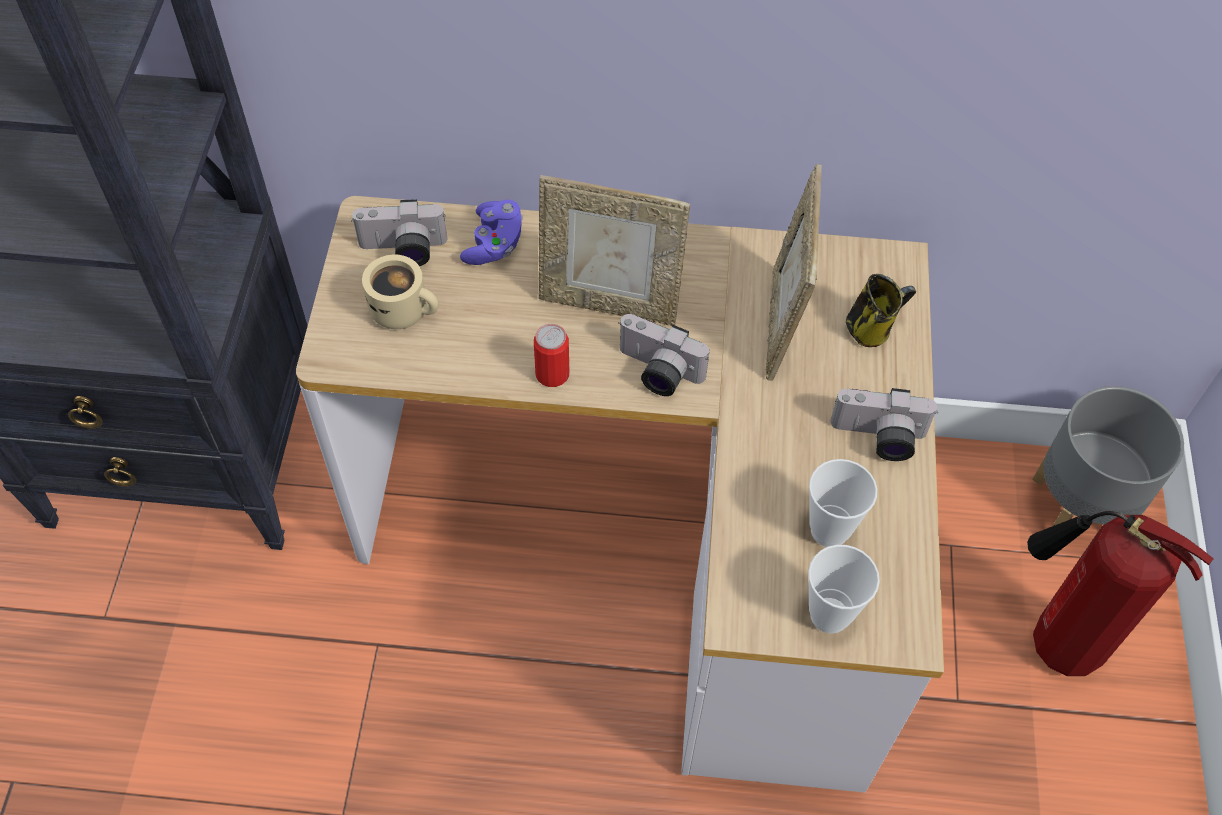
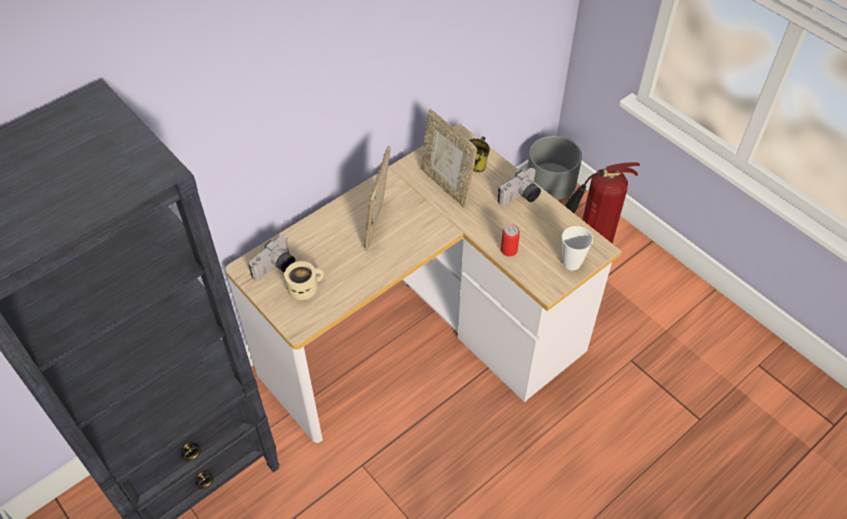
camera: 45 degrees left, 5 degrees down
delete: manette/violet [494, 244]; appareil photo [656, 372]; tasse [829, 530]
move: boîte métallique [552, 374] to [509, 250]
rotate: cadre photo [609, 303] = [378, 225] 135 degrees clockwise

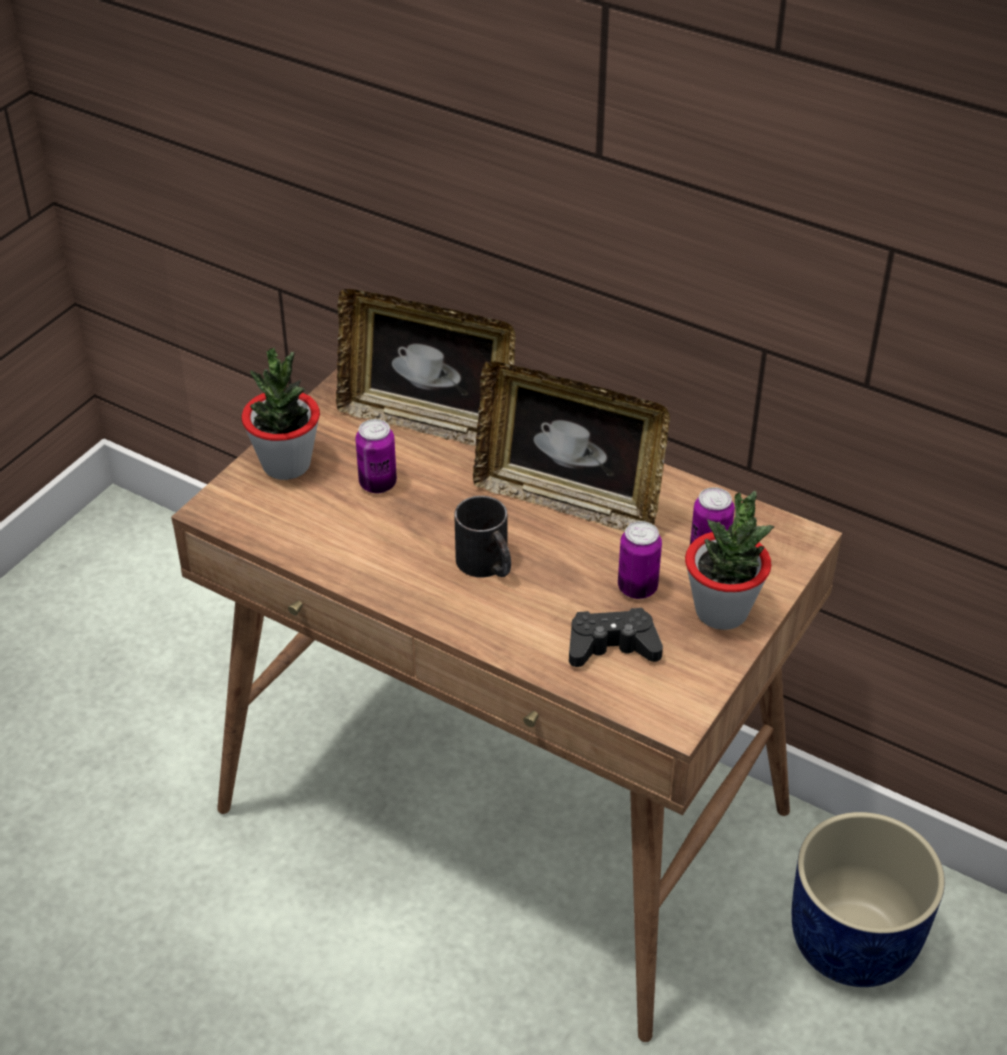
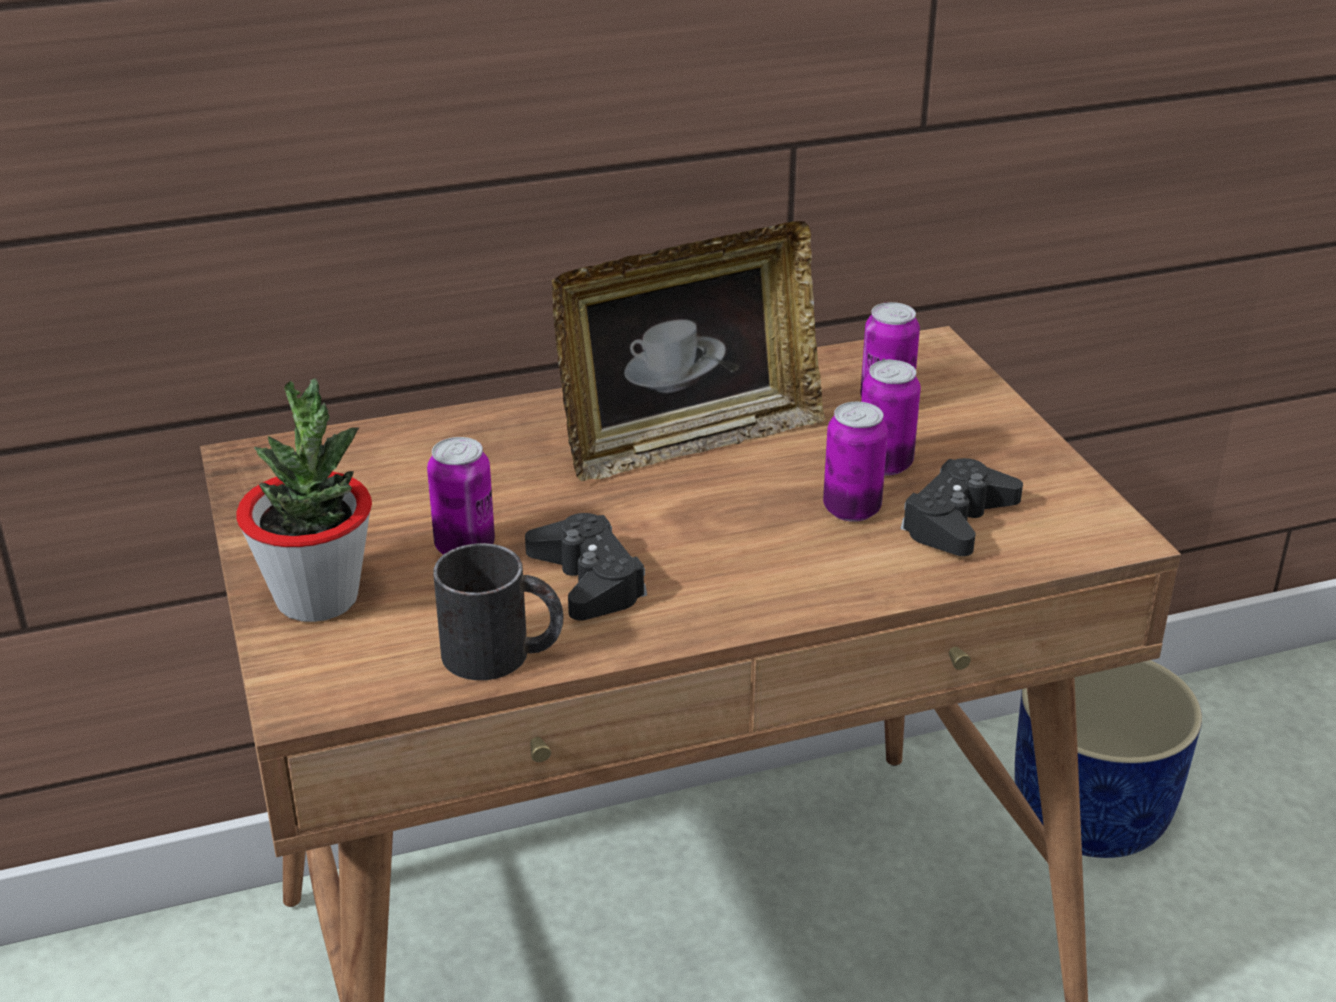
camera: 50 degrees left, 10 degrees down
delete: cadre photo [427, 422]; plante en pot [722, 611]
insert: manette/noir [588, 580]; boîte métallique [851, 509]
move: mug/noir [487, 565] to [503, 654]

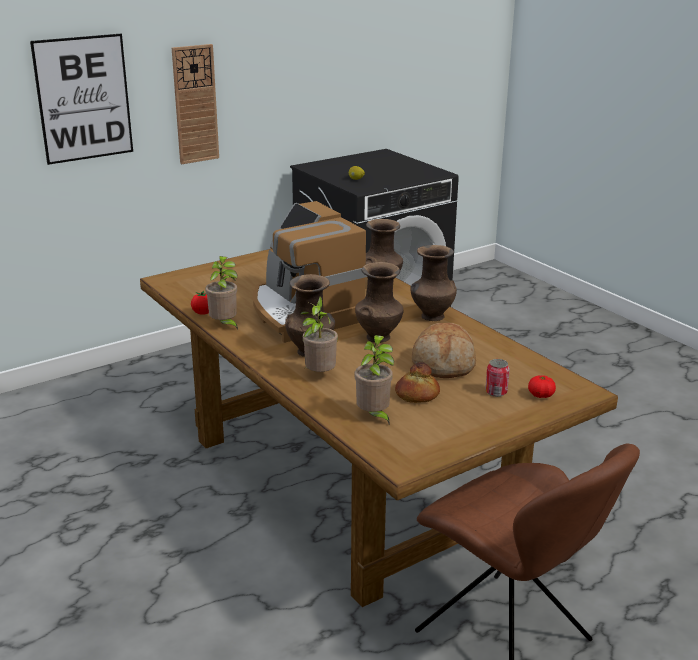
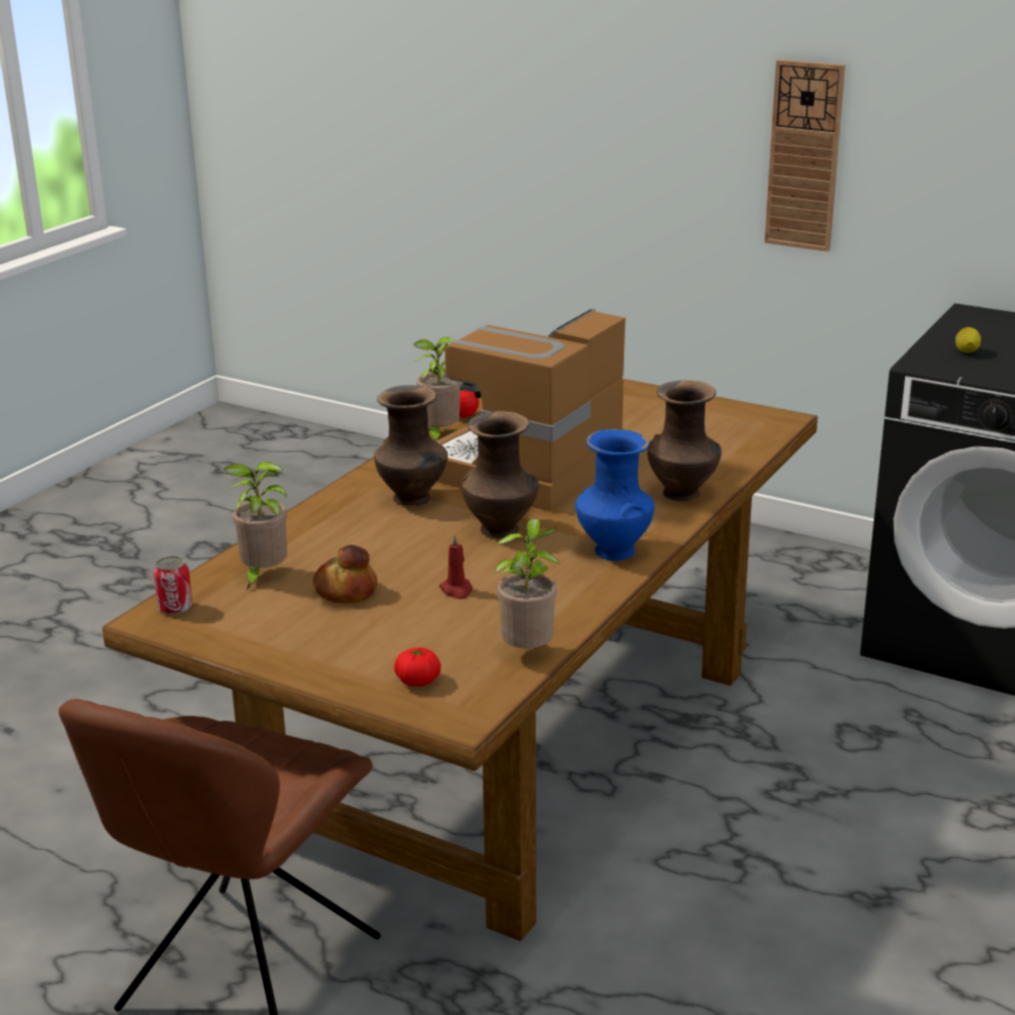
camera: 65 degrees right, 0 degrees up
delete: tableau [83, 98]
move: boîte métallique [496, 392] to [175, 608]; plante en pot [318, 375] to [529, 652]
replace: pain [443, 364] to bougie/rouge [457, 590]
recolor: vase/marron [431, 316] to vase/bleu [613, 551]

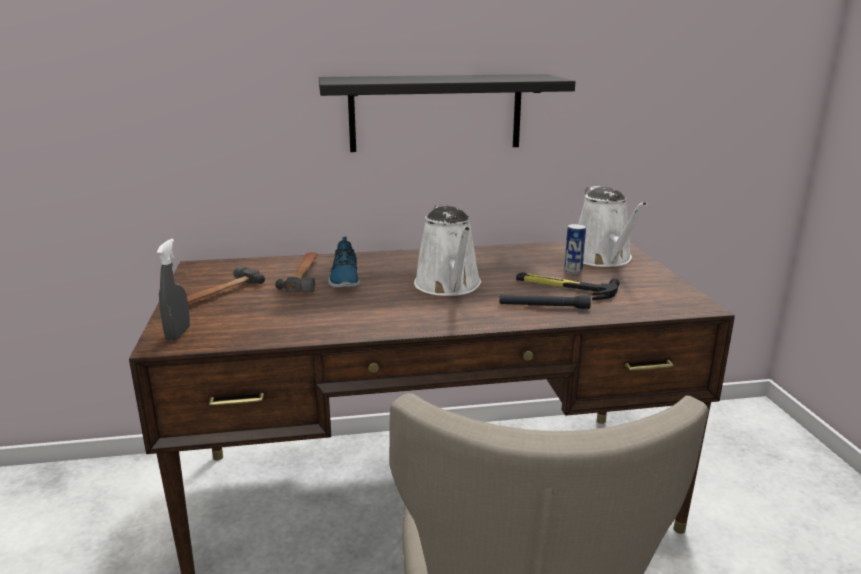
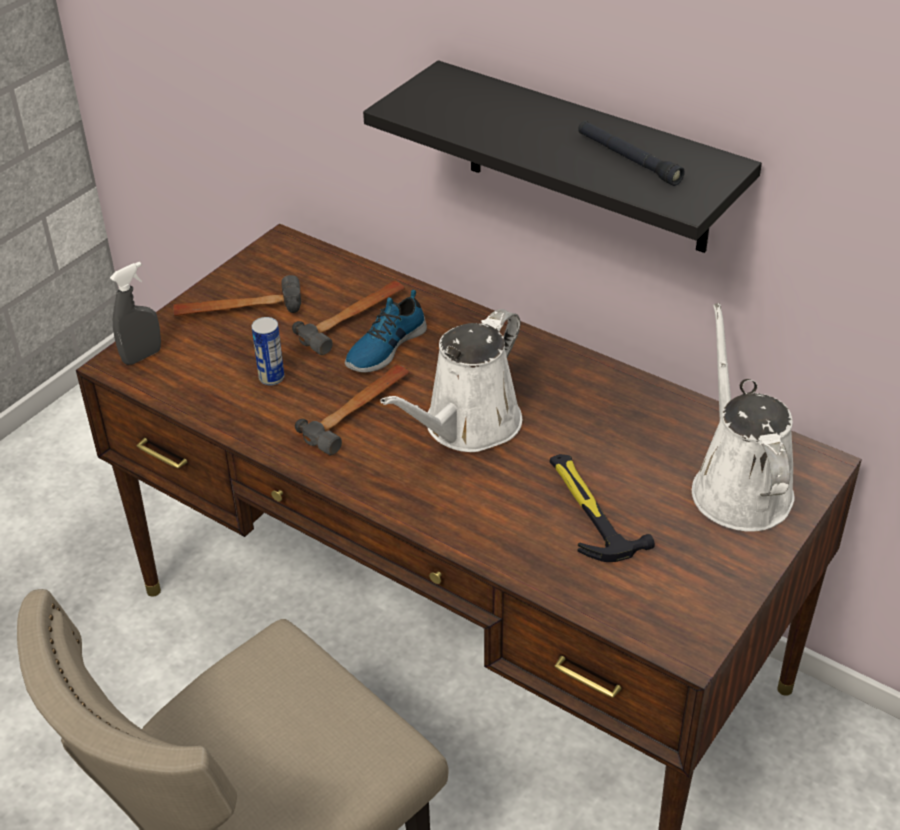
camera: 45 degrees right, 20 degrees up
insert: marteau [359, 411]
move: boîte métallique [573, 271] to [271, 378]; lampe de poche/noir [544, 307] to [628, 159]
rotate: arrosoir/blanc [603, 259] = [738, 486] 135 degrees clockwise

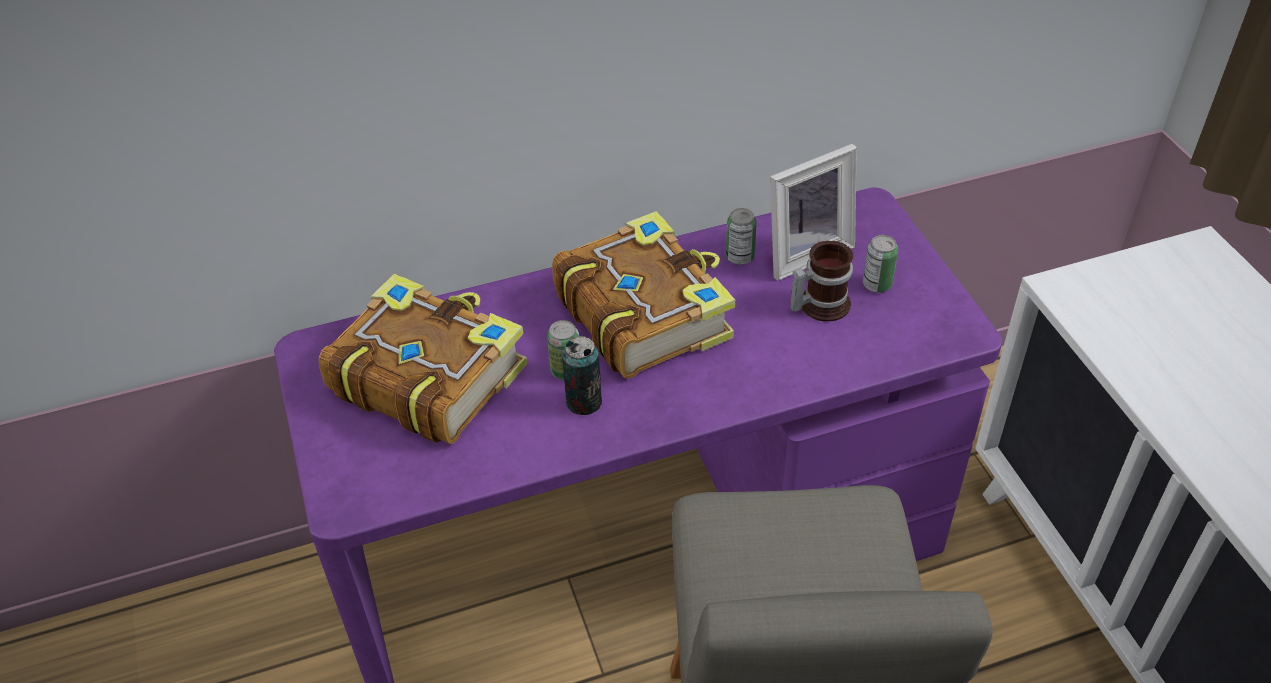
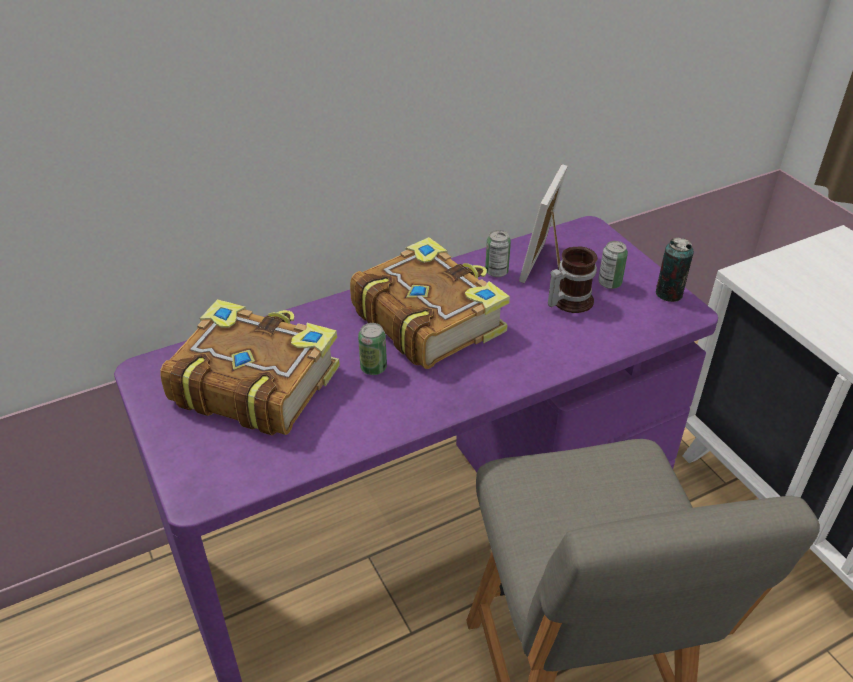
camera: 10 degrees left, 5 degrees down
move: boîte métallique [584, 402] to [669, 294]
rotate: cadre photo [804, 252] = [546, 264] 150 degrees clockwise

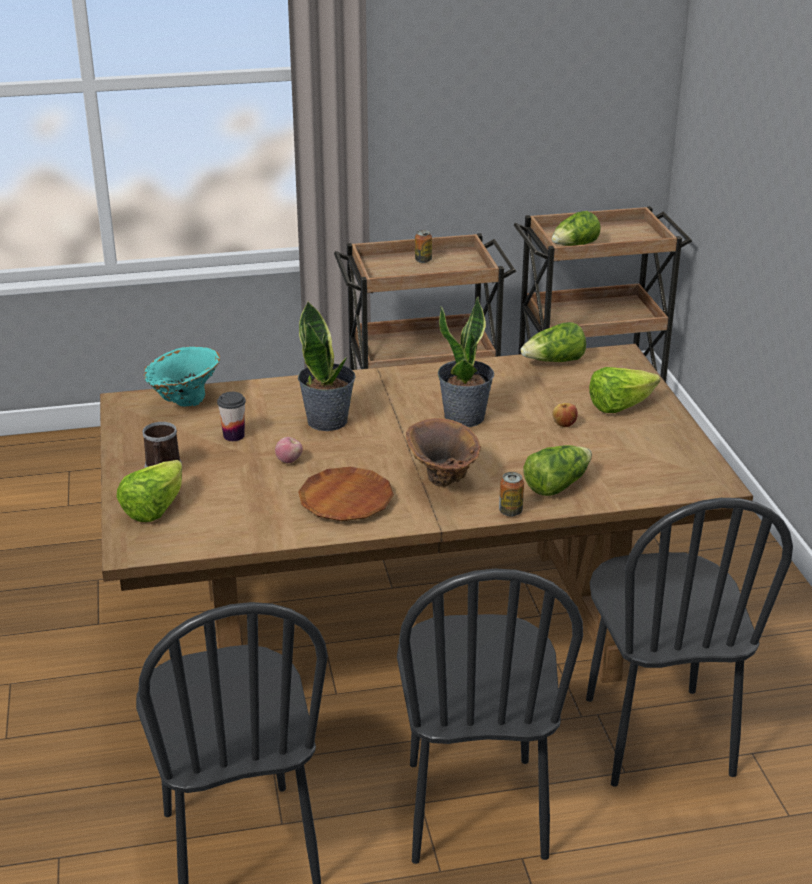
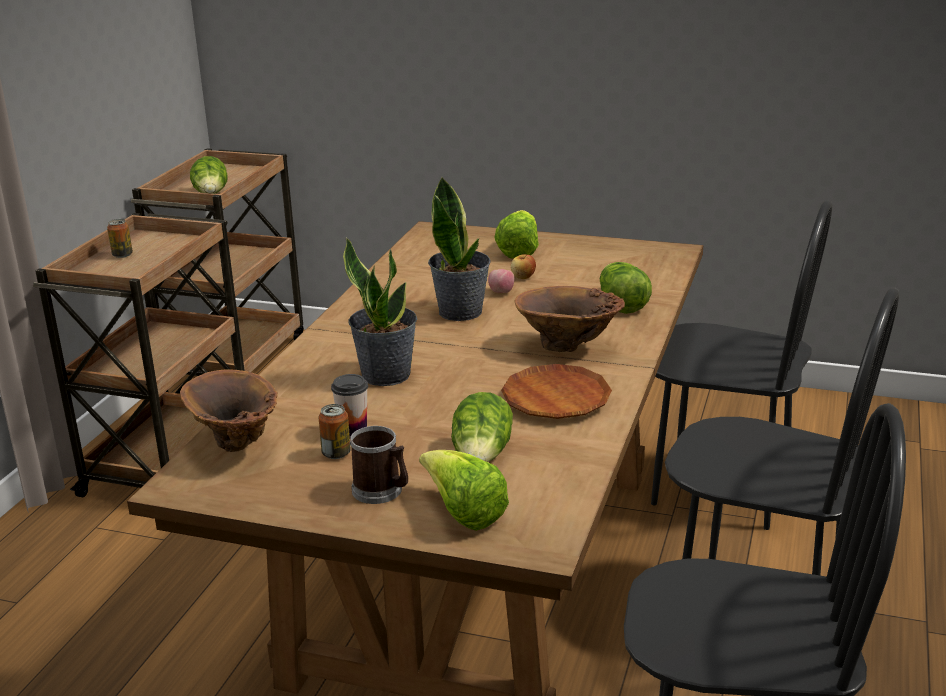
camera: 60 degrees left, 5 degrees down
move: boîte métallique [510, 511] to [336, 453]; laitue [554, 361] to [482, 456]; pomme [289, 461] to [501, 292]
recolor: vase/turquoise [184, 403] to vase/marron [235, 447]

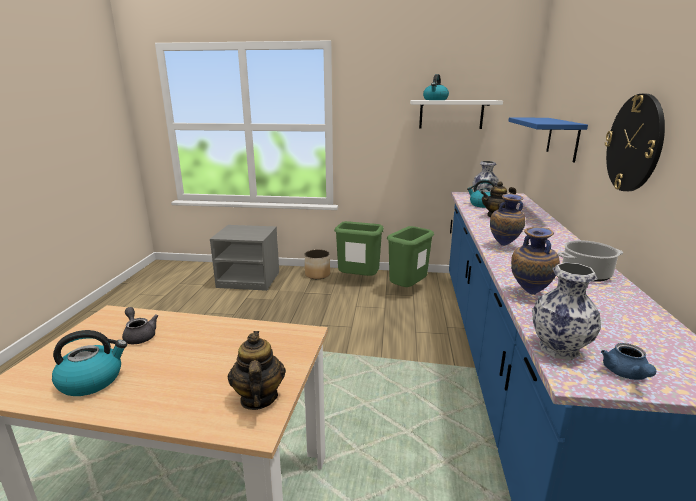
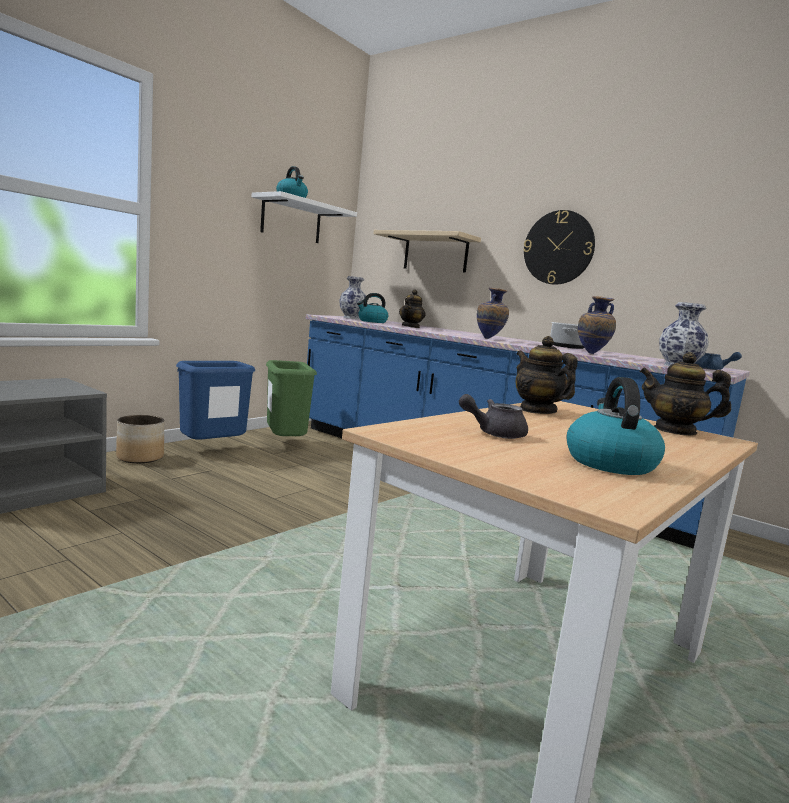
camera: 60 degrees left, 10 degrees down
insert: théière [537, 411]
recolor: poubelle/vert [358, 281] to poubelle/bleu [212, 451]; étagère/bleu [563, 138] to étagère/beige [435, 253]

